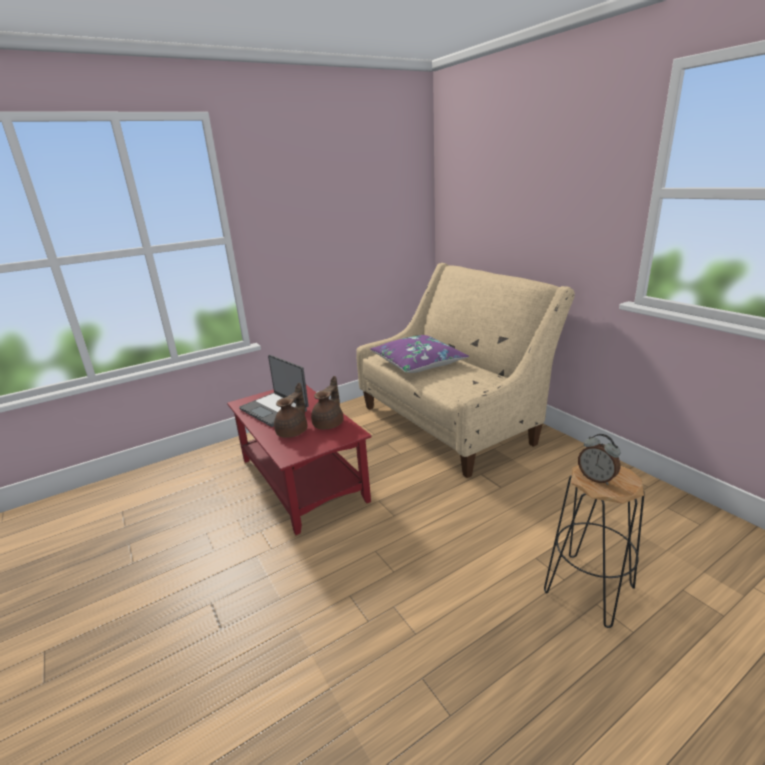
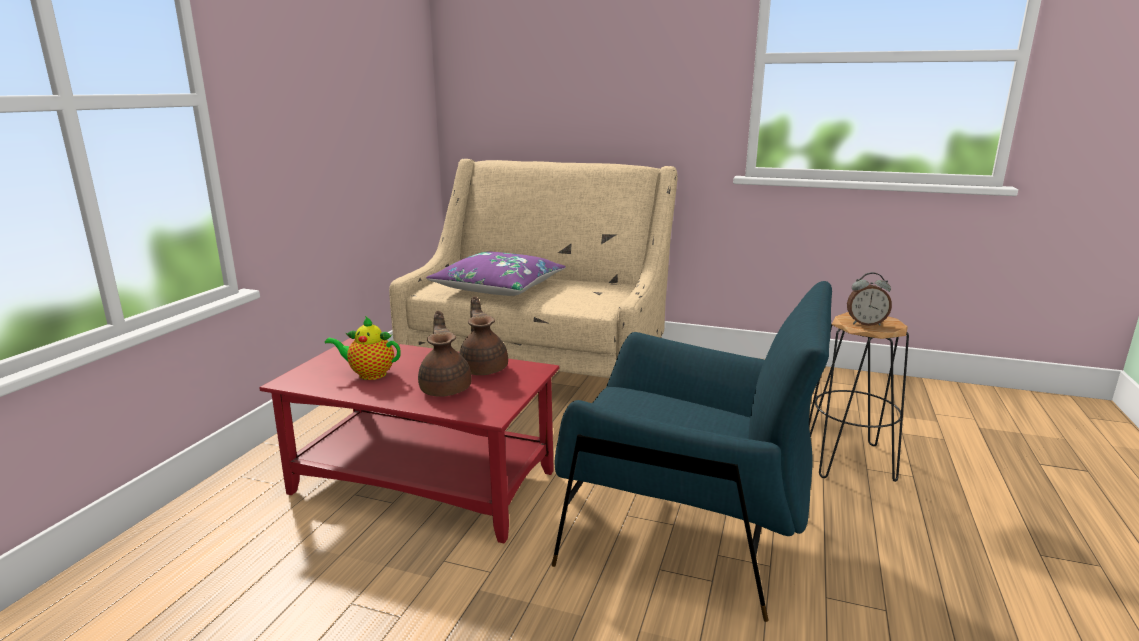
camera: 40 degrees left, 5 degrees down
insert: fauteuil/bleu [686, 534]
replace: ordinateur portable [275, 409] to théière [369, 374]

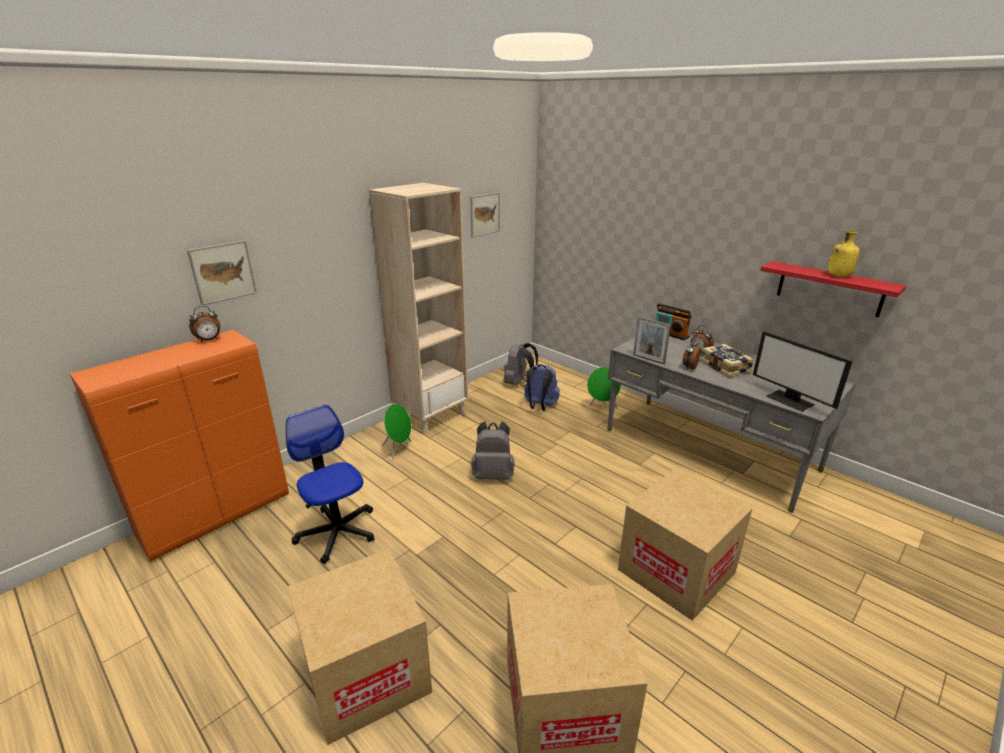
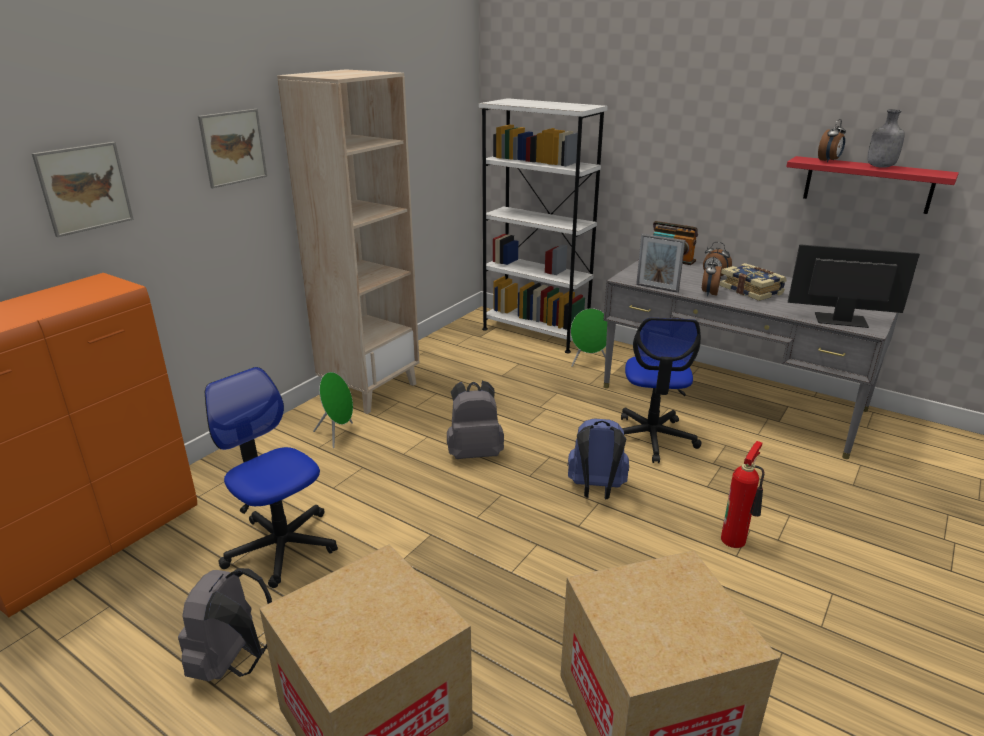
camera: 10 degrees left, 0 degrees up
insert: bibliothèque/blanc [535, 333]; chaise de bureau [651, 438]
move: sac à dos/gris [519, 383] to [233, 662]; tableau [484, 214] to [233, 147]; sac à dos/bleu [540, 406] to [596, 490]; réveil [209, 340] to [829, 161]
replace: carton [676, 571] to extincteur [736, 540]
recolor: bouteille/jaune [838, 276] to bouteille/gris [879, 167]
rotate: écran d'ordinateur [790, 400] = [840, 320] 150 degrees clockwise

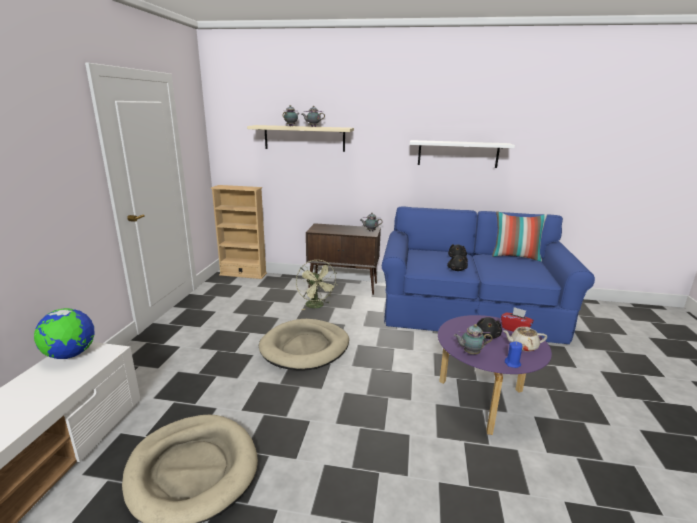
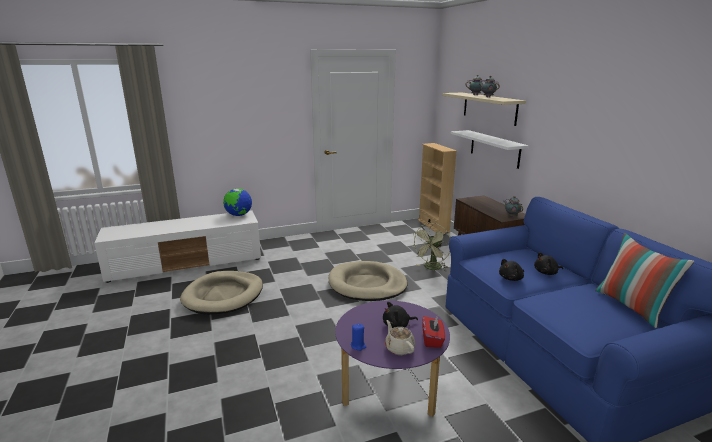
camera: 60 degrees right, 0 degrees up
delete: théière [470, 353]
move: étagère/blanc [458, 154] to [494, 148]

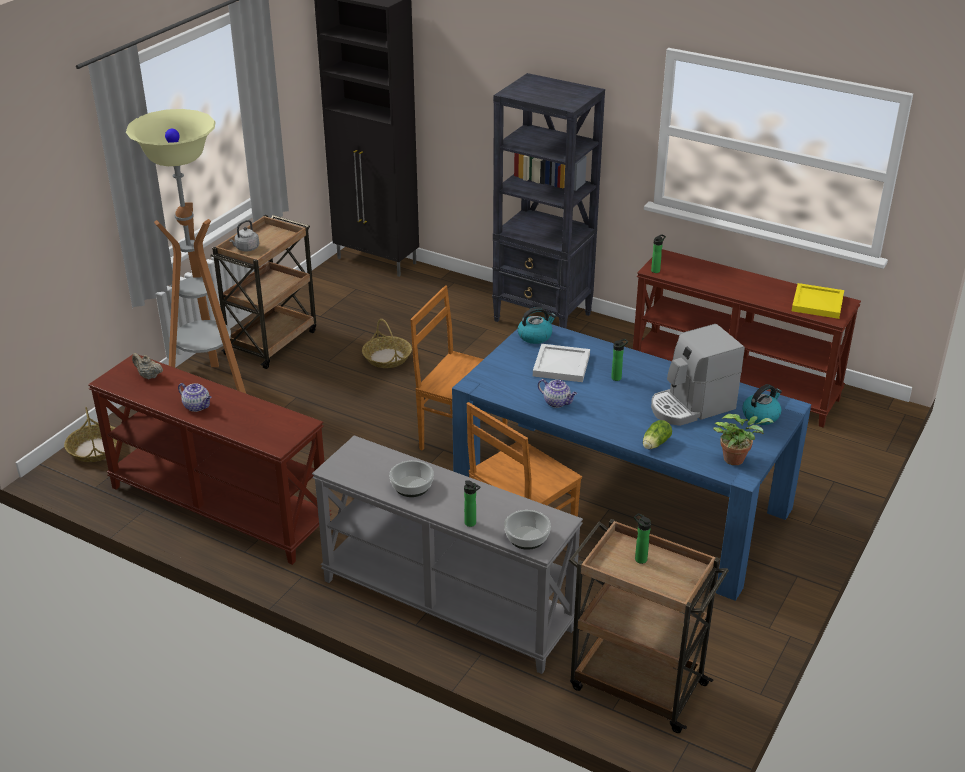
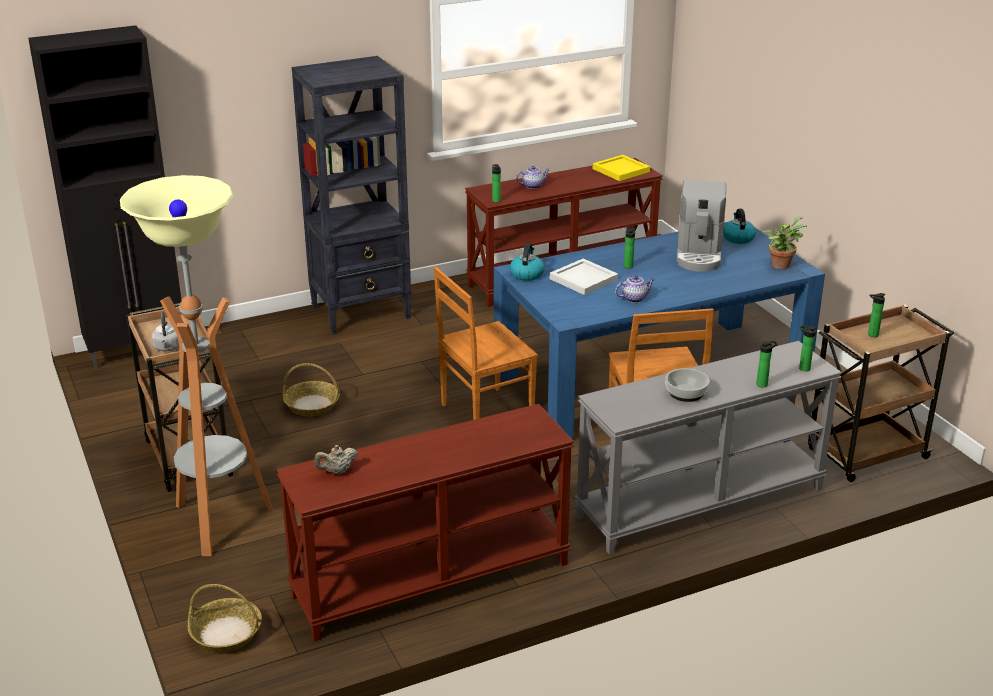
camera: 55 degrees left, 5 degrees down
delete: laitue [654, 444]
move: théière [197, 406] to [533, 186]
replace: bol [527, 537] to bouteille [802, 368]

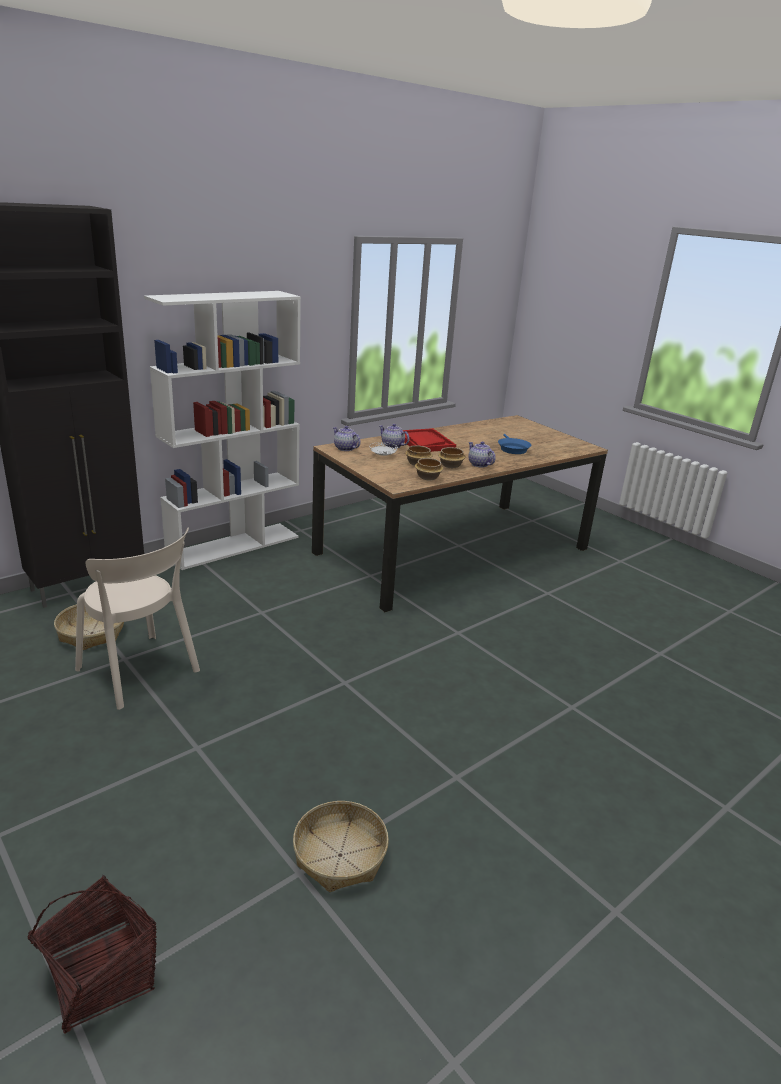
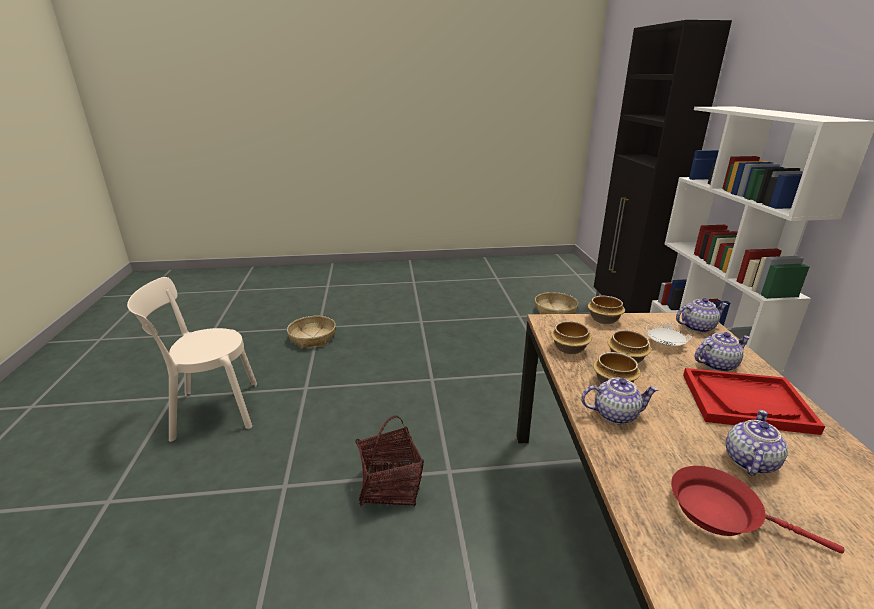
camera: 125 degrees right, 0 degrees up
insert: bol [603, 320]; théière [749, 461]
move: chaise/beige [141, 673] to [211, 411]; panier [100, 975] to [390, 485]
recolor: poêle/bleu [512, 449] to poêle/rouge [721, 512]

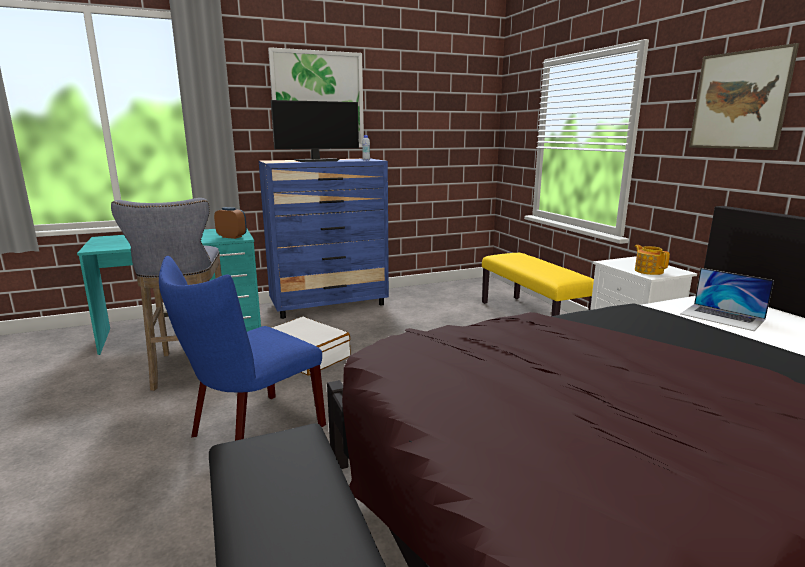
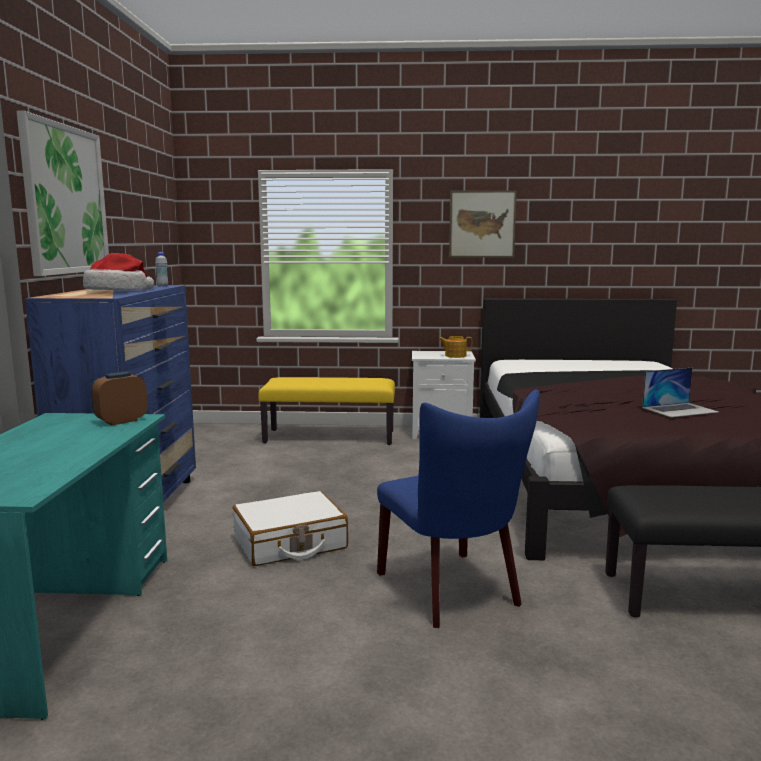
camera: 65 degrees left, 5 degrees down
delete: tabouret/gris [191, 370]
move: ordinateur portable [722, 317] to [680, 410]
replace: écran d'ordinateur [317, 160] to chapeau [118, 291]

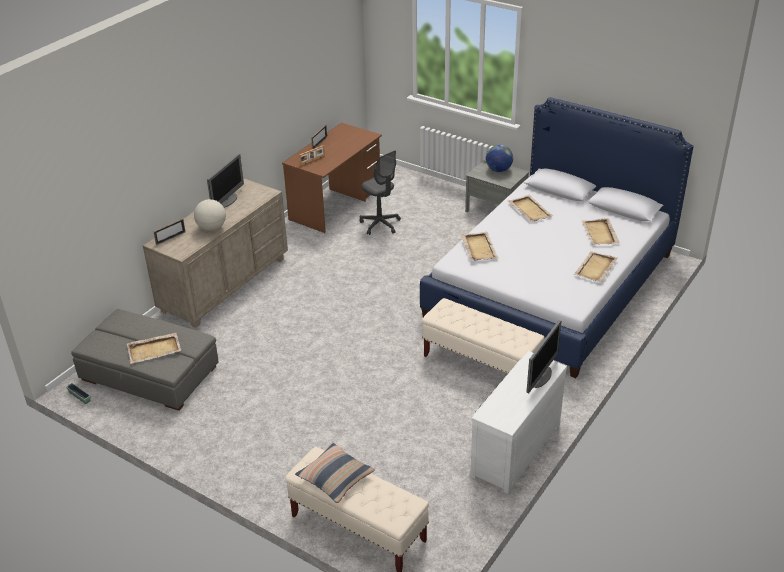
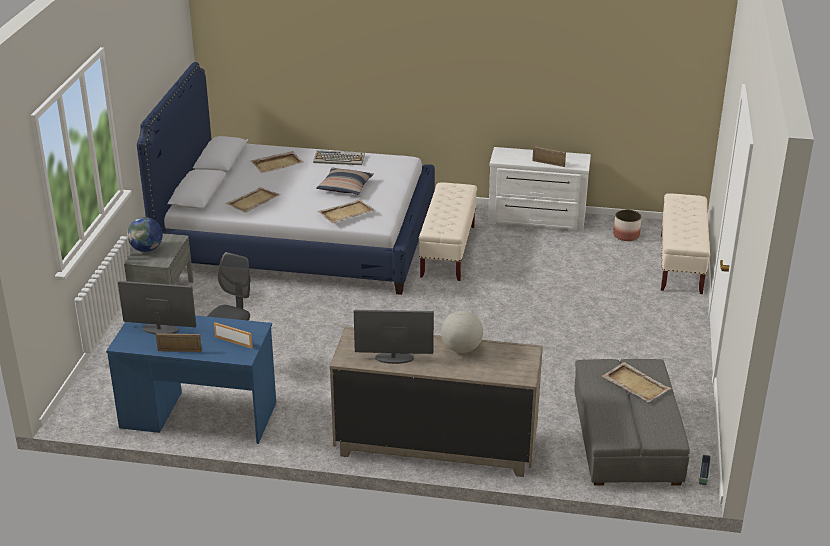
camera: 115 degrees left, 5 degrees down
insert: cache-pot [626, 235]
move: écran d'ordinateur [541, 377] to [160, 329]; coussin [335, 478] to [345, 187]; cadre photo [170, 238] to [548, 163]
replace: plateau/beige [595, 268] to clavier [339, 159]
recolor: bureau/marron [336, 204] to bureau/bleu [198, 415]

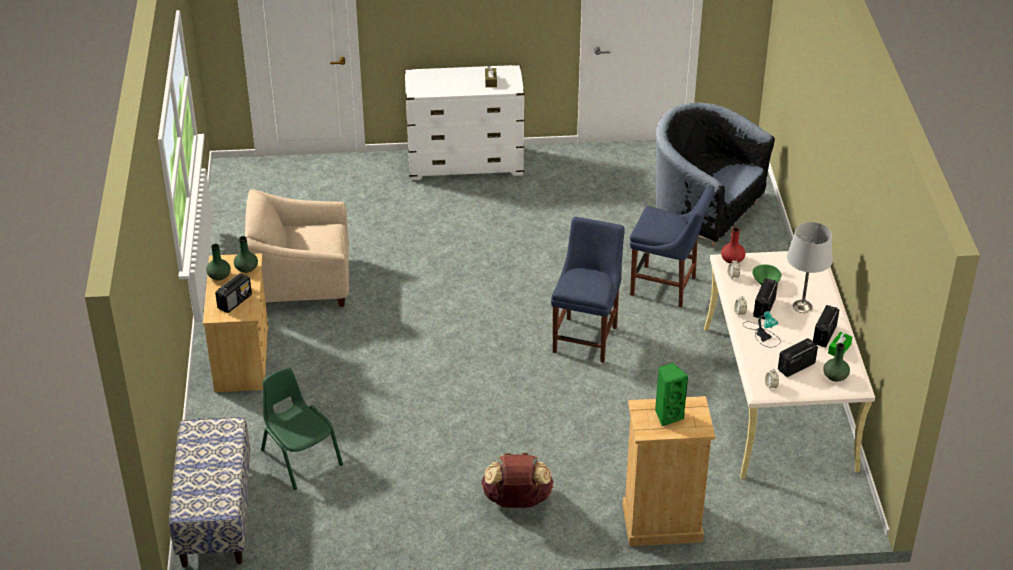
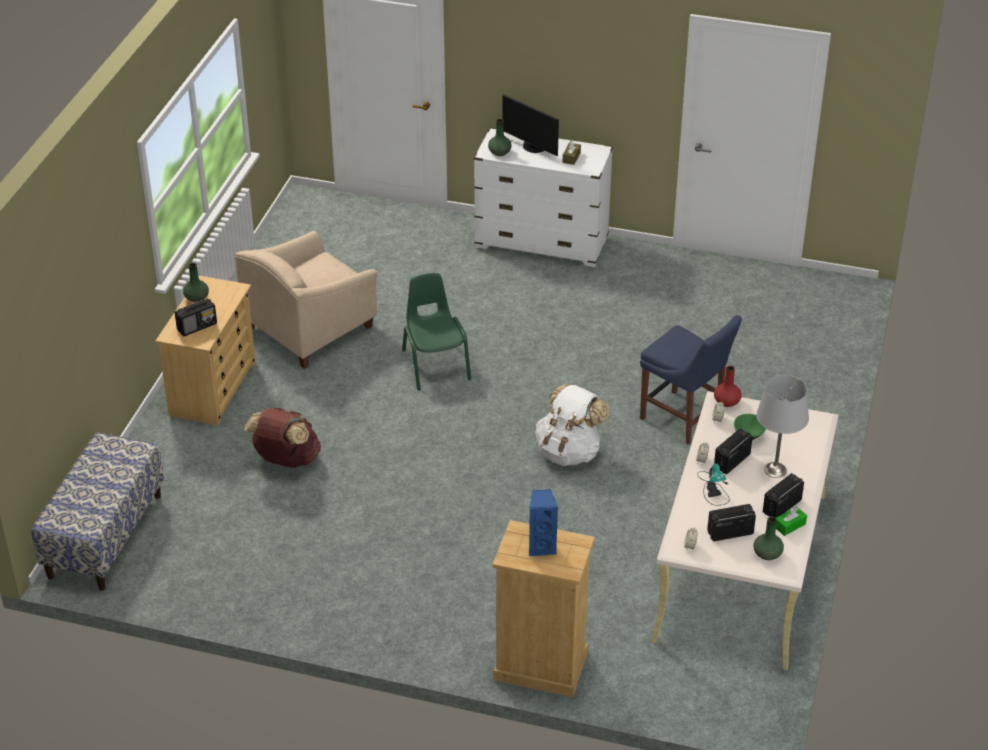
camera: 20 degrees right, 0 degrees up
delete: fauteuil/noir [705, 213]
insert: écran d'ordinateur [533, 147]
move: sac à dos/marron [517, 501] to [286, 460]; chaise/vert [301, 457] to [435, 364]; vase/vert [246, 268] to [499, 152]
replace: chaise/bleu [586, 337] to sac à dos/blanc [569, 451]
recolor: enceinte/vert [668, 415] to enceinte/bleu [541, 546]
rotate: fauteuil/beige [301, 283] = [310, 328] 60 degrees counterclockwise

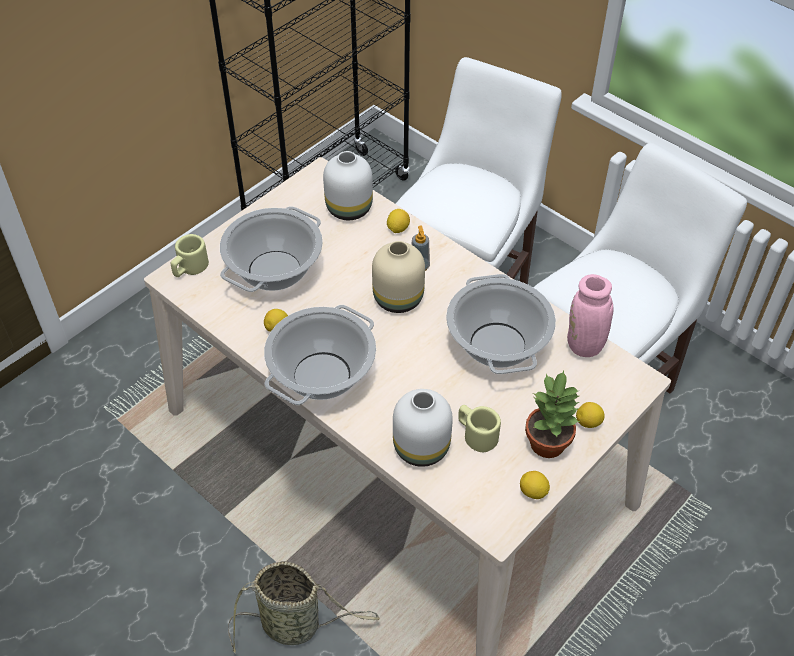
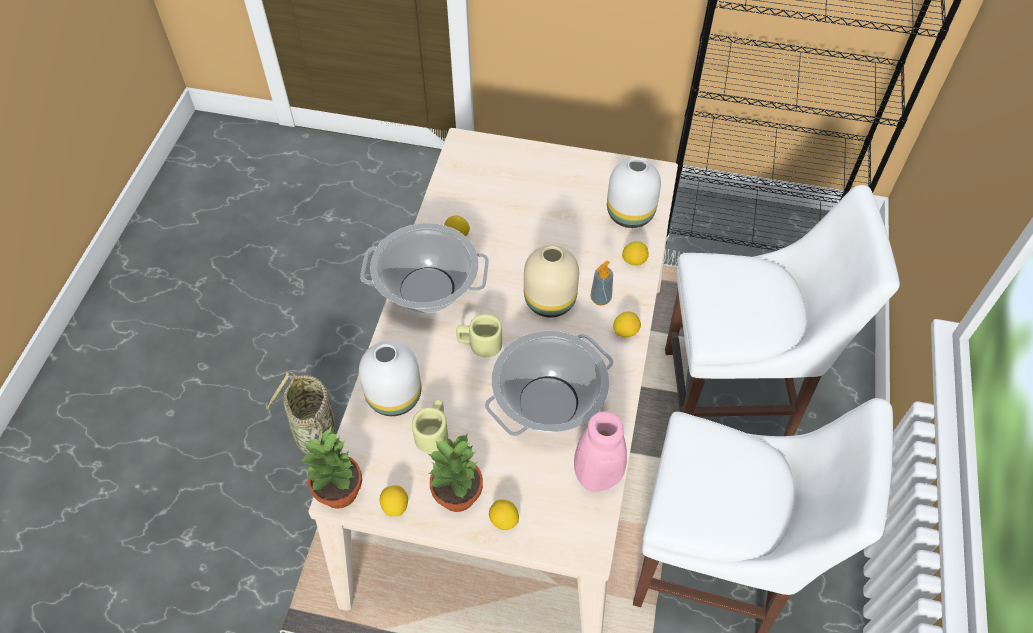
camera: 60 degrees right, 5 degrees up
delete: marmite [274, 271]
insert: plante en pot [340, 492]; citron [625, 331]
move: mug/beige [189, 268] to [479, 344]

